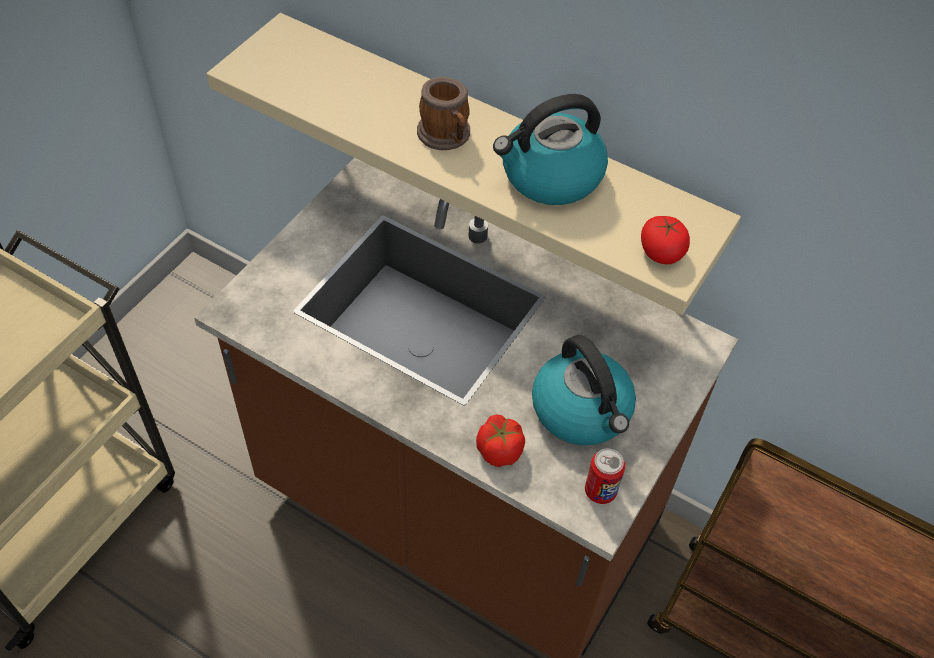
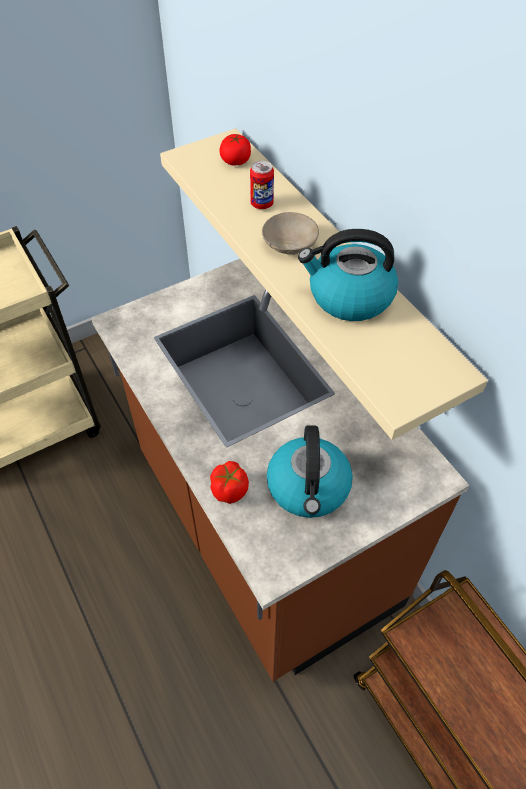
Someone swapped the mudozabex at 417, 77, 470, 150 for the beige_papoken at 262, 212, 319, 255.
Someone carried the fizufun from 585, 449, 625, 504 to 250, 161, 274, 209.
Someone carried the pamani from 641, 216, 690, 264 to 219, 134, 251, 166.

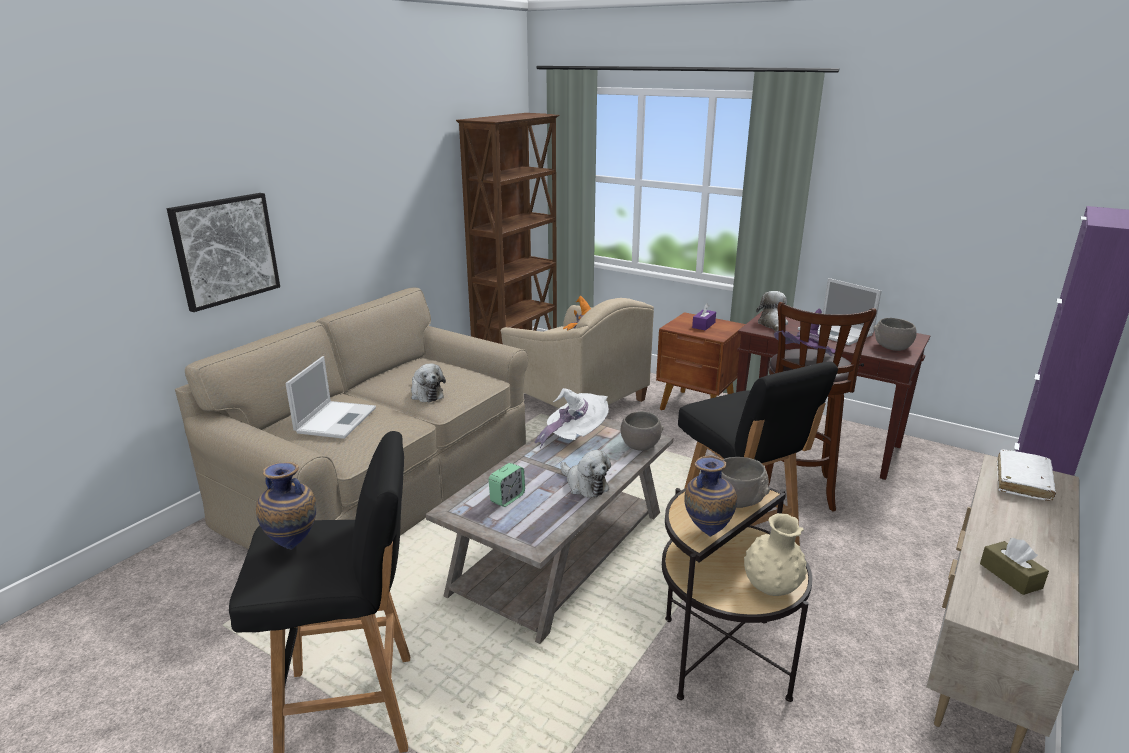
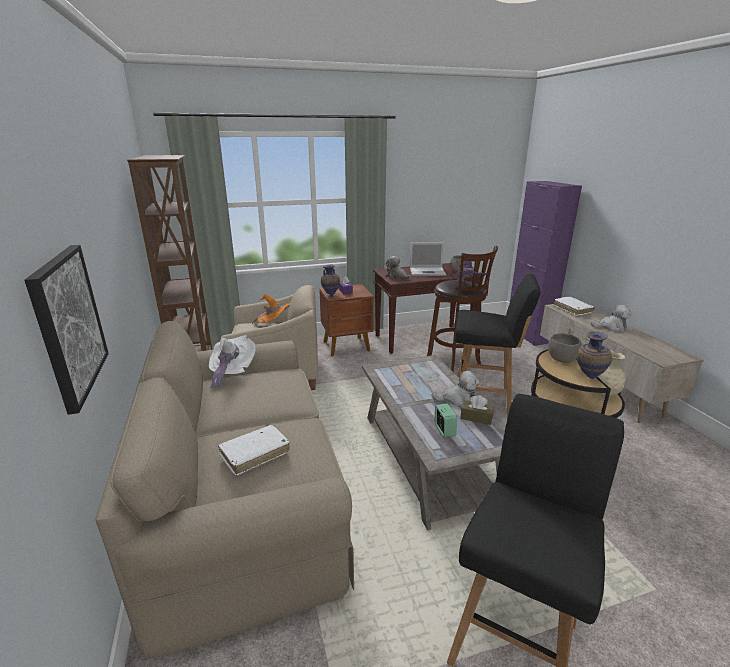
Someone carried the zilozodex from 256, 462, 316, 550 to 321, 264, 340, 296.
Someone swapped the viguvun at 285, 356, 376, 439 for the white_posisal at 218, 425, 290, 476.
Someone carried the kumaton from 411, 363, 446, 403 to 591, 305, 632, 332.
Someone carried the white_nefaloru from 535, 388, 609, 448 to 209, 335, 256, 389.
Someone took away the grey_papoken at 621, 411, 664, 451.
Someone carried the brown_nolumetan from 980, 538, 1049, 595 to 460, 395, 494, 425.

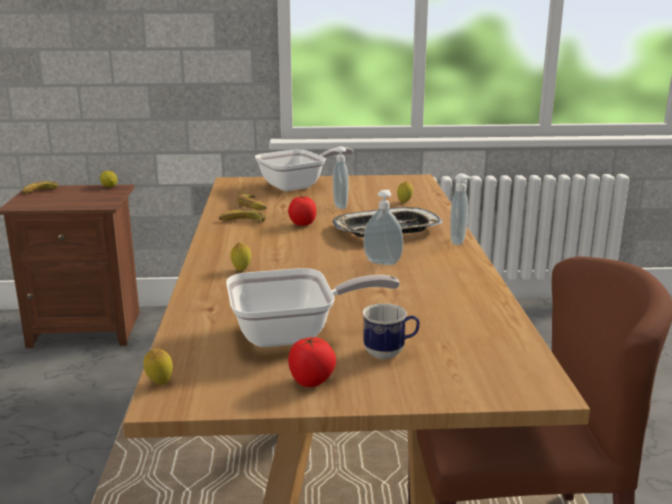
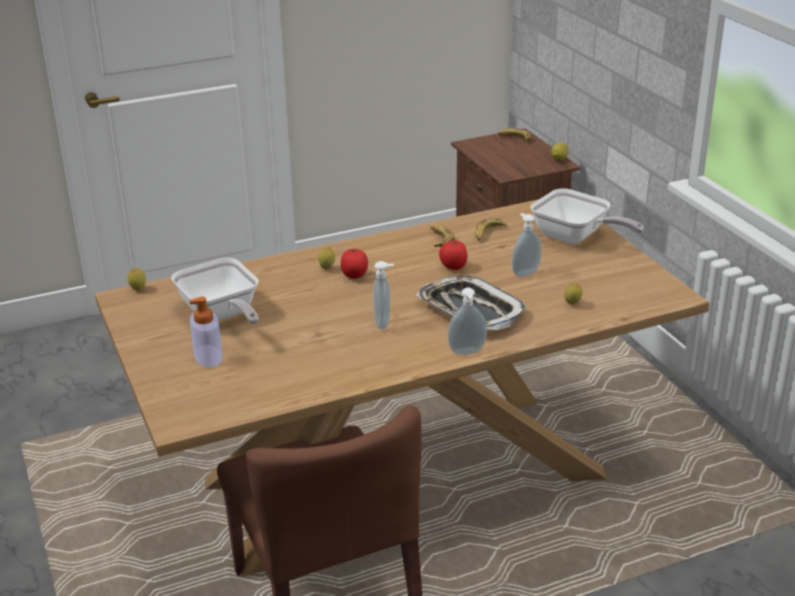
Someone carried the pamani from 288, 336, 336, 387 to 341, 248, 368, 279.
Someone swapped the mudozabex at 363, 303, 420, 359 for the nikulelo at 189, 297, 222, 368.

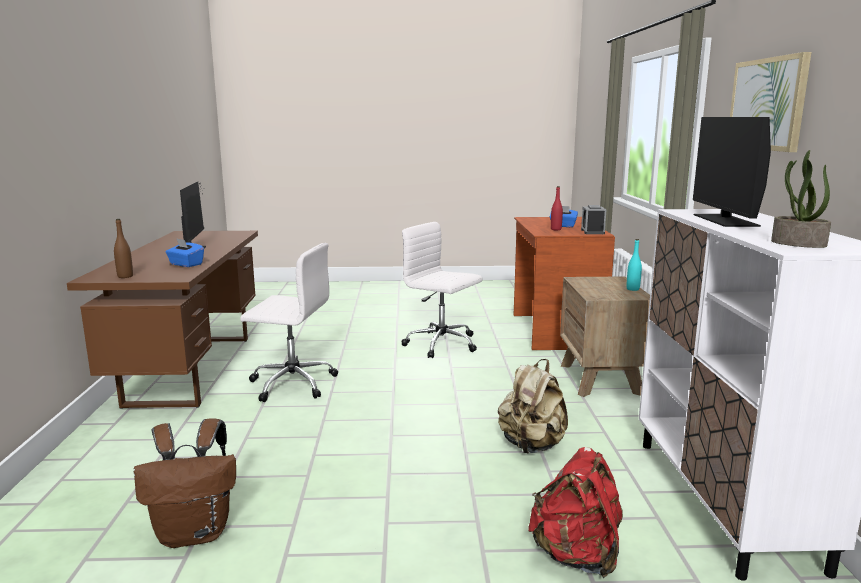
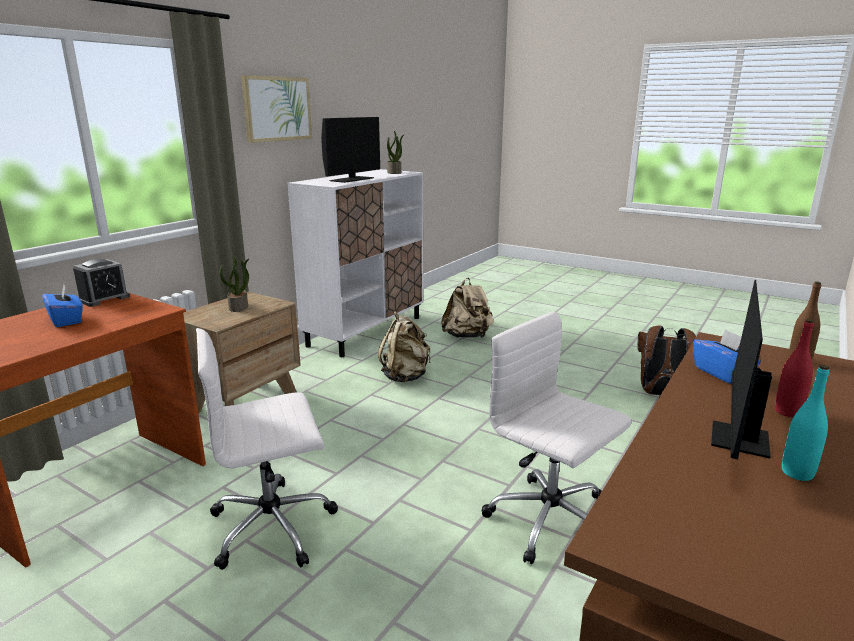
Someone rotated the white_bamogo at 401, 222, 483, 358 by 90 degrees clockwise.
Someone repainted the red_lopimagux at 528, 447, 623, 578, which became the beige_lopimagux at 441, 277, 494, 338.
Someone carried the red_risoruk from 551, 186, 563, 230 to 775, 319, 814, 417.
Someone carried the turquoise_risoruk from 626, 239, 642, 291 to 782, 364, 830, 481.
Someone put down the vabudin at 220, 255, 249, 312.

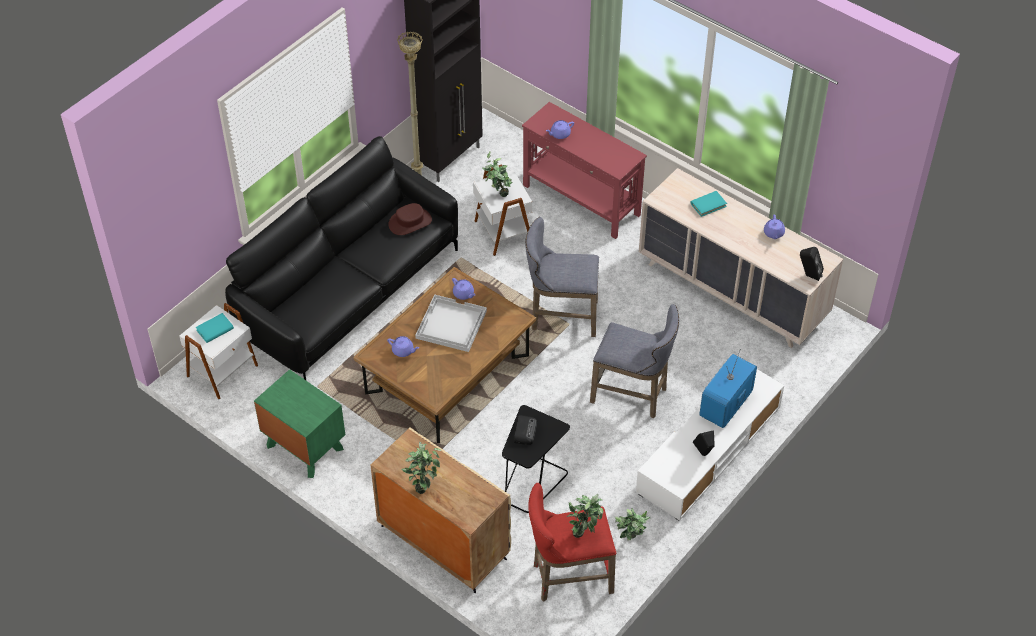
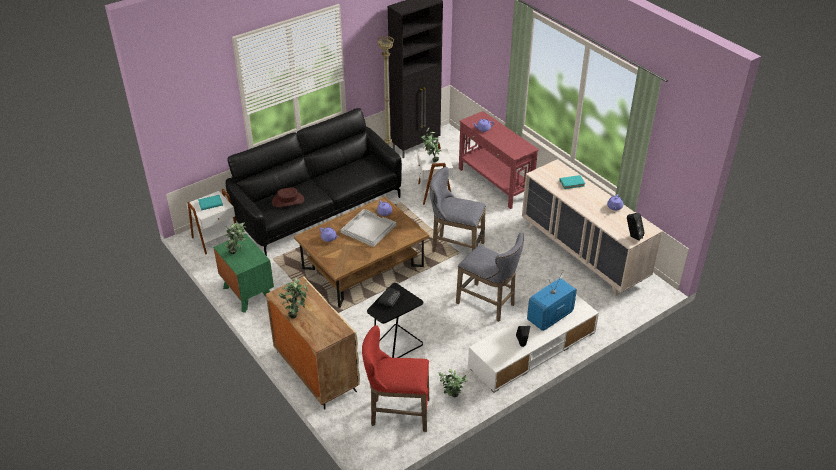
Someone carried the brown_nefaloru from 388, 203, 432, 235 to 272, 188, 304, 207.
Someone carried the vabudin from 567, 494, 603, 538 to 224, 222, 246, 254.

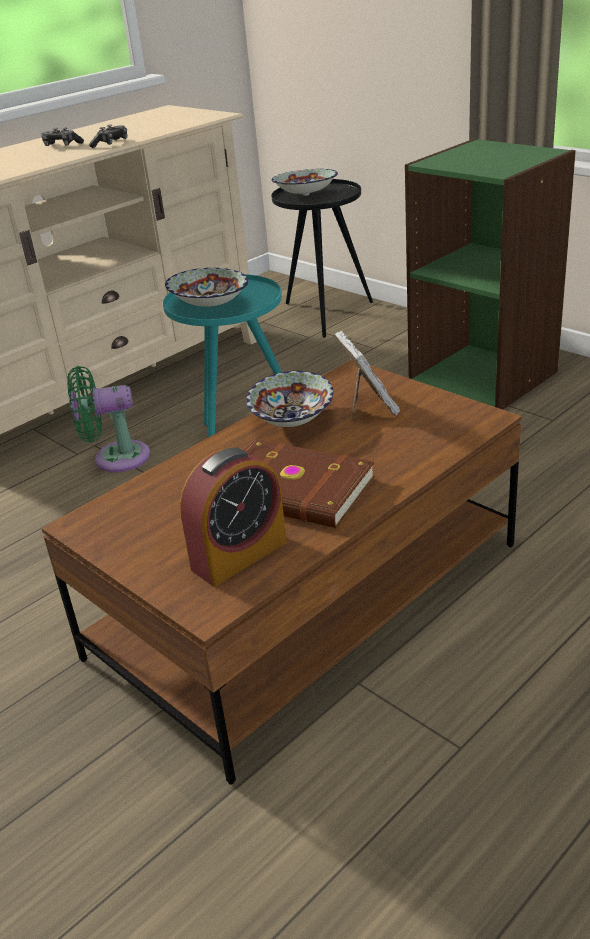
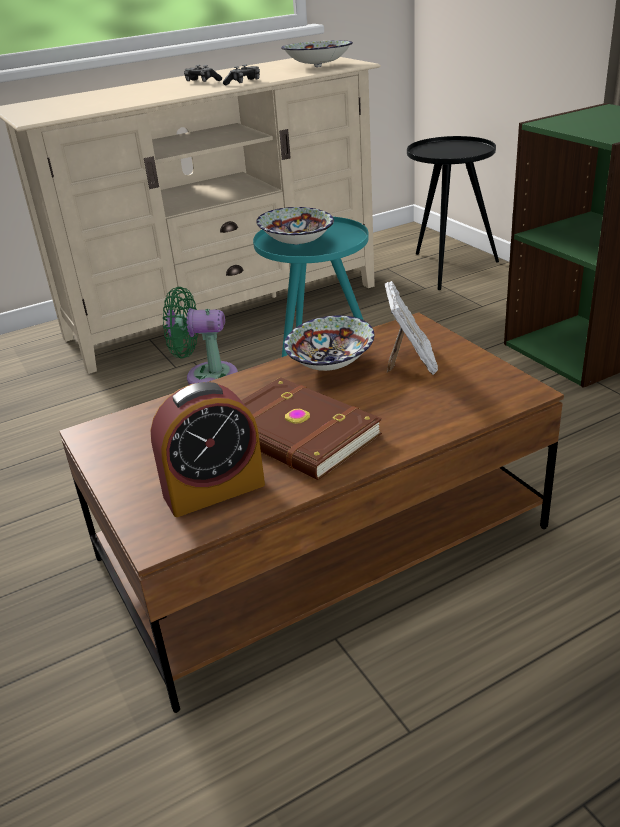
Someone carried the papoken from 272, 169, 338, 196 to 281, 40, 353, 67.

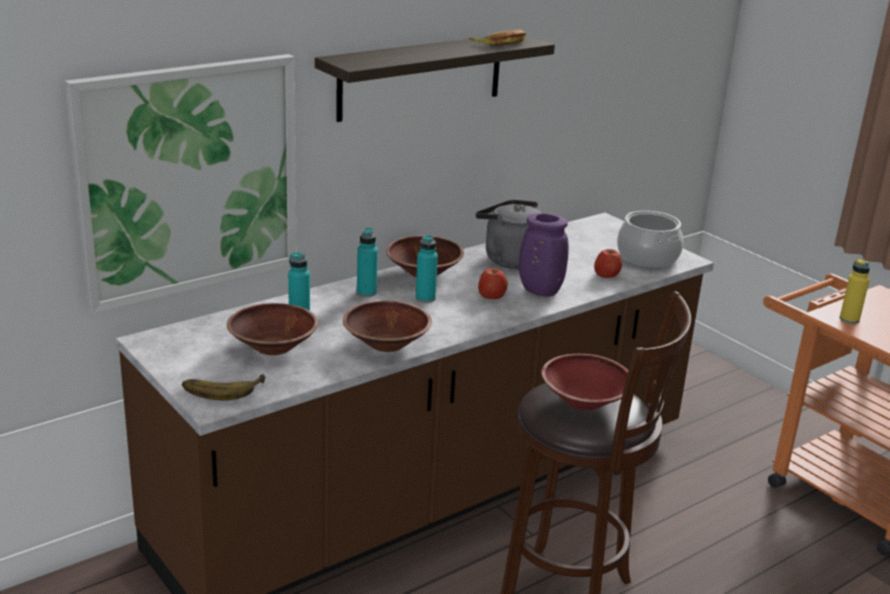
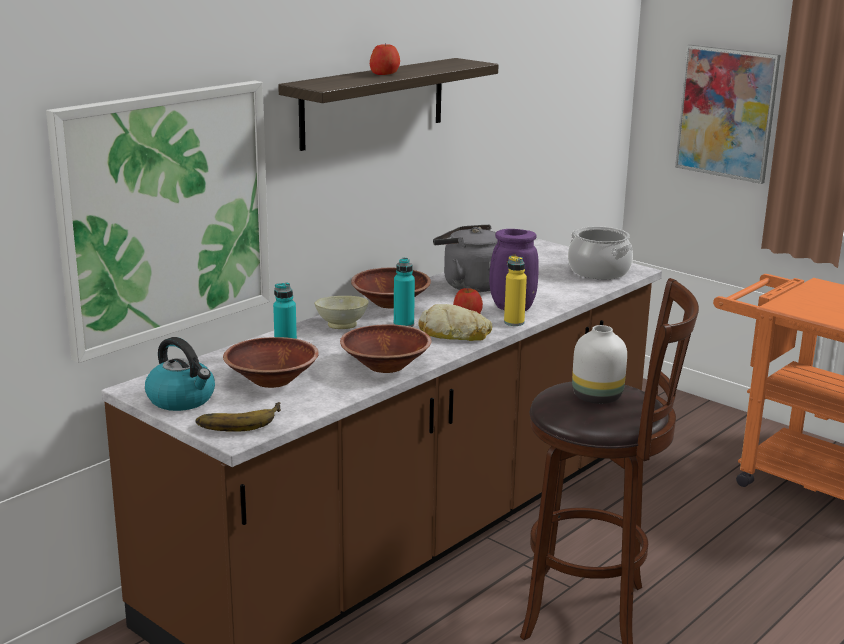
Someone swapped the turquoise_risoruk at 357, 228, 378, 297 for the beige_papoken at 314, 296, 369, 329.
Someone took away the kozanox at 469, 29, 526, 46.
Someone swapped the red_papoken at 541, 354, 628, 410 for the white_zilozodex at 572, 325, 627, 404.
Someone carried the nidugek from 594, 249, 622, 278 to 370, 43, 400, 75.
Someone carried the yellow_risoruk from 840, 258, 870, 324 to 504, 256, 527, 326.
Someone put down the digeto at 145, 337, 215, 411.
Someone put down the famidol at 419, 304, 492, 341.
Someone put up the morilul at 675, 45, 780, 184.

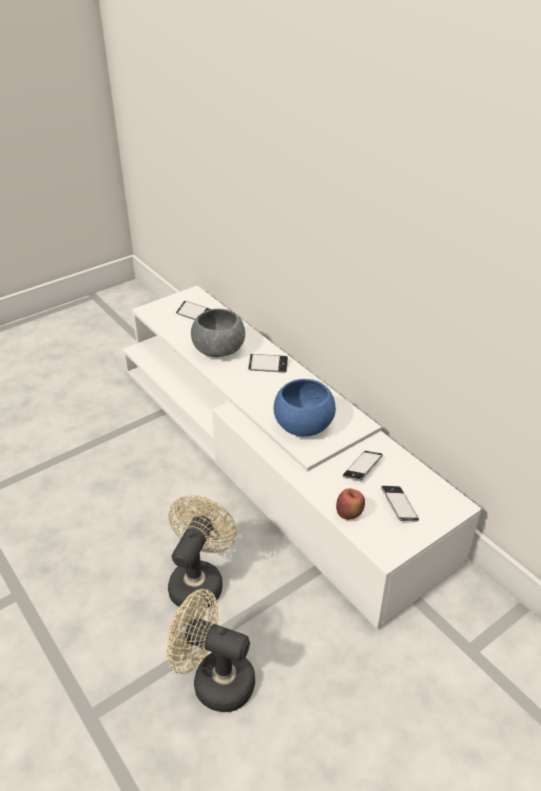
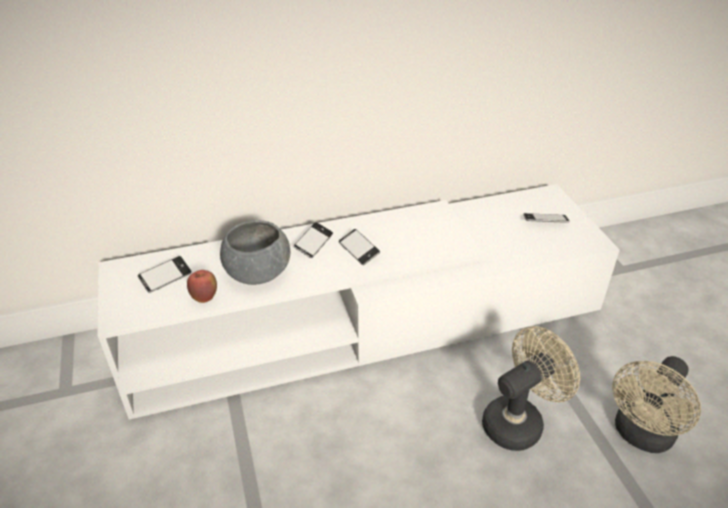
Someone rotated the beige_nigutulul at 168, 495, 237, 609 by 105 degrees clockwise.
Someone took away the blue_papoken at 274, 379, 336, 437.
Someone carried the nidugek from 336, 488, 365, 520 to 187, 270, 217, 303.
Someone carried the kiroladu from 343, 451, 383, 481 to 339, 229, 380, 265.

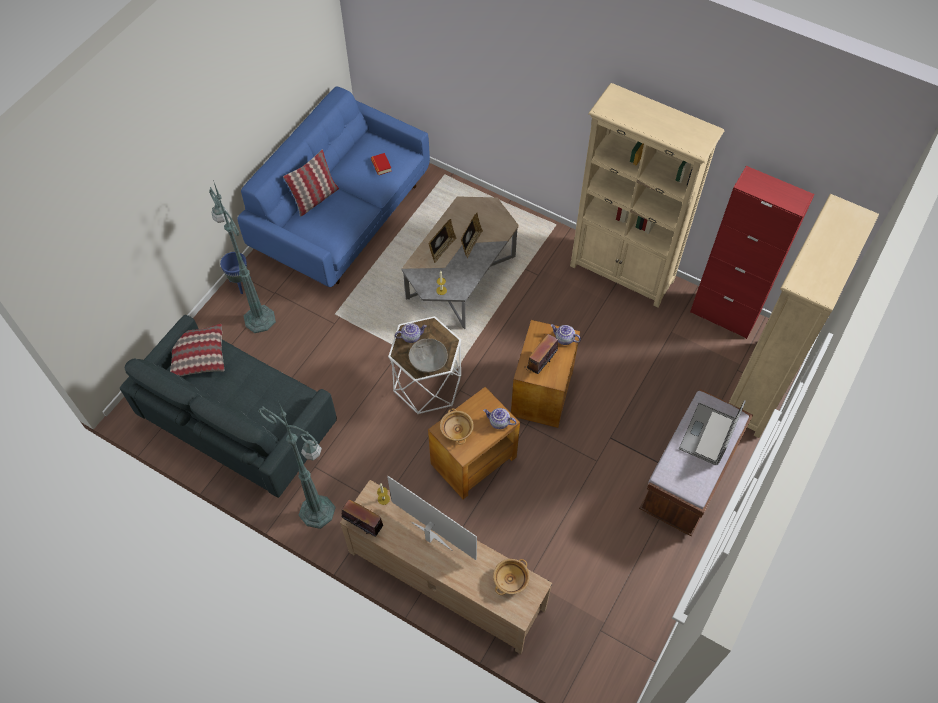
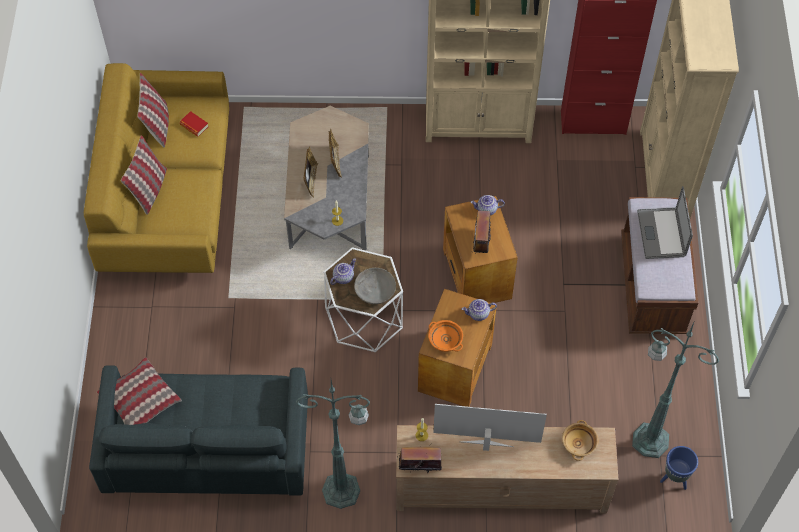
Someone carried the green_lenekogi from 209, 180, 276, 333 to 632, 320, 719, 458.
Someone carried the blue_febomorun from 220, 252, 247, 294 to 660, 446, 698, 490.
Someone repainted the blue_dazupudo at 237, 86, 430, 287, which became the yellow_dazupudo at 84, 63, 229, 273.
Someone repainted the beige_papoken at 440, 409, 474, 445, which became the orange_papoken at 428, 320, 463, 352.
Someone put down the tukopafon at 137, 73, 169, 147.

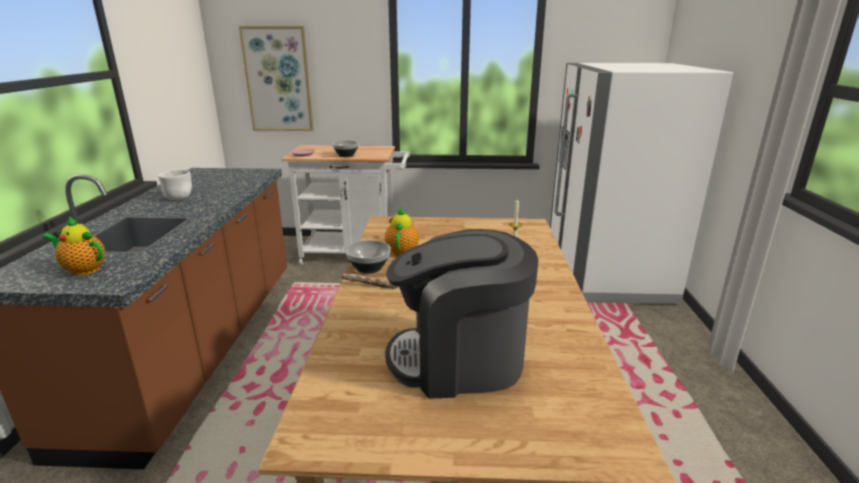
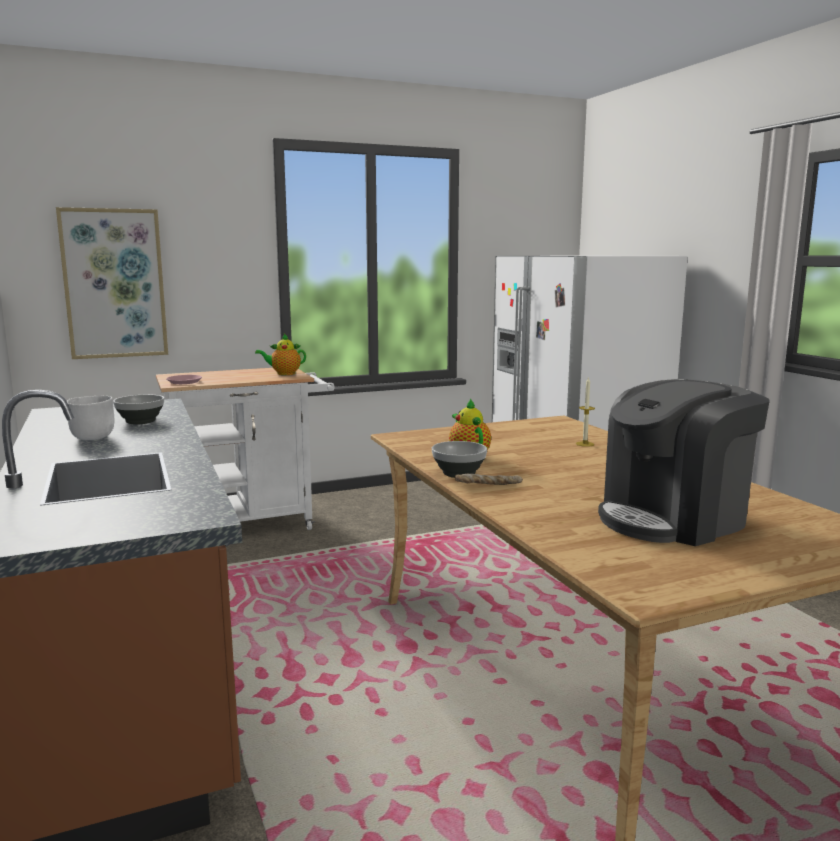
Someone carried the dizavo from 42, 216, 105, 276 to 255, 334, 306, 375.
Someone carried the papoken from 332, 140, 359, 157 to 113, 395, 164, 424.

